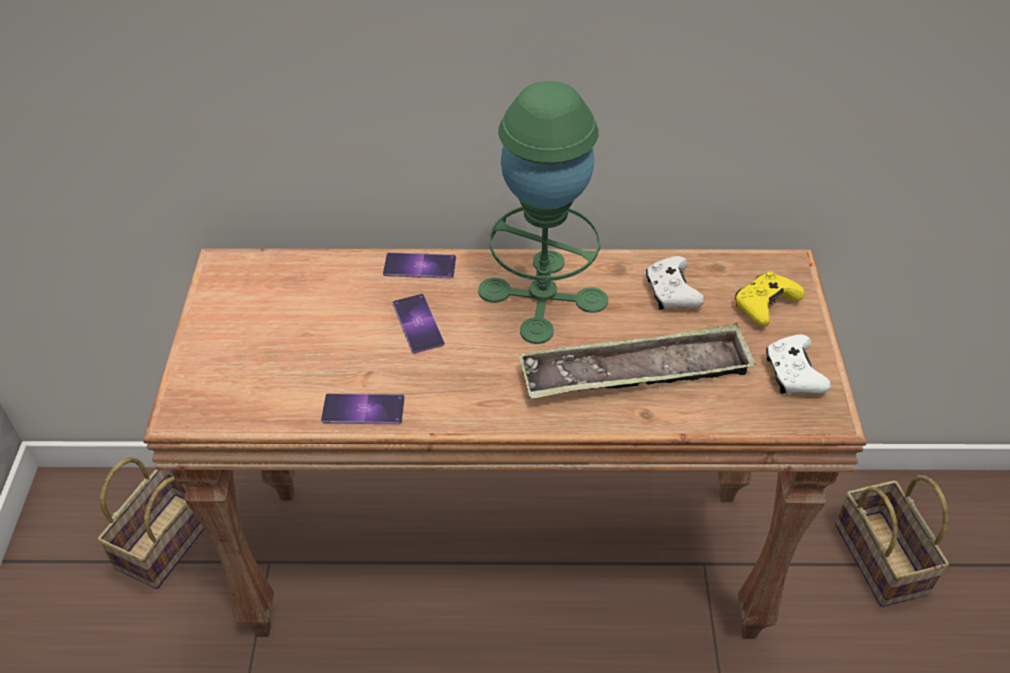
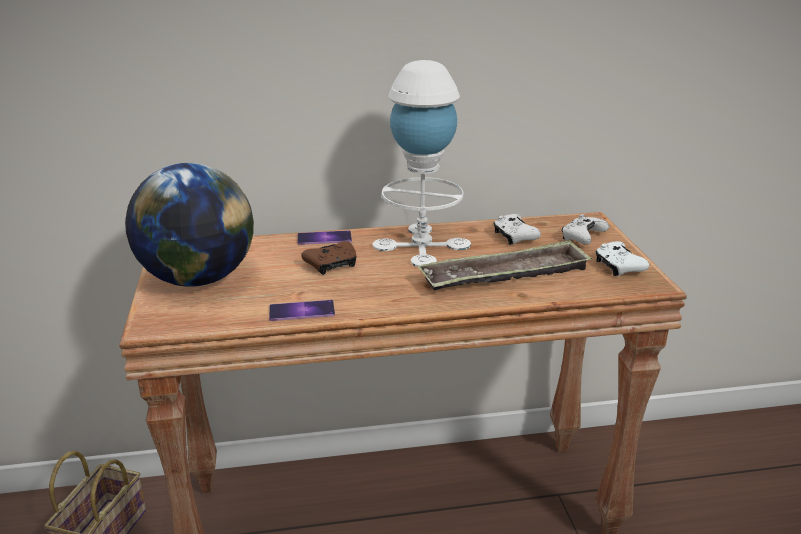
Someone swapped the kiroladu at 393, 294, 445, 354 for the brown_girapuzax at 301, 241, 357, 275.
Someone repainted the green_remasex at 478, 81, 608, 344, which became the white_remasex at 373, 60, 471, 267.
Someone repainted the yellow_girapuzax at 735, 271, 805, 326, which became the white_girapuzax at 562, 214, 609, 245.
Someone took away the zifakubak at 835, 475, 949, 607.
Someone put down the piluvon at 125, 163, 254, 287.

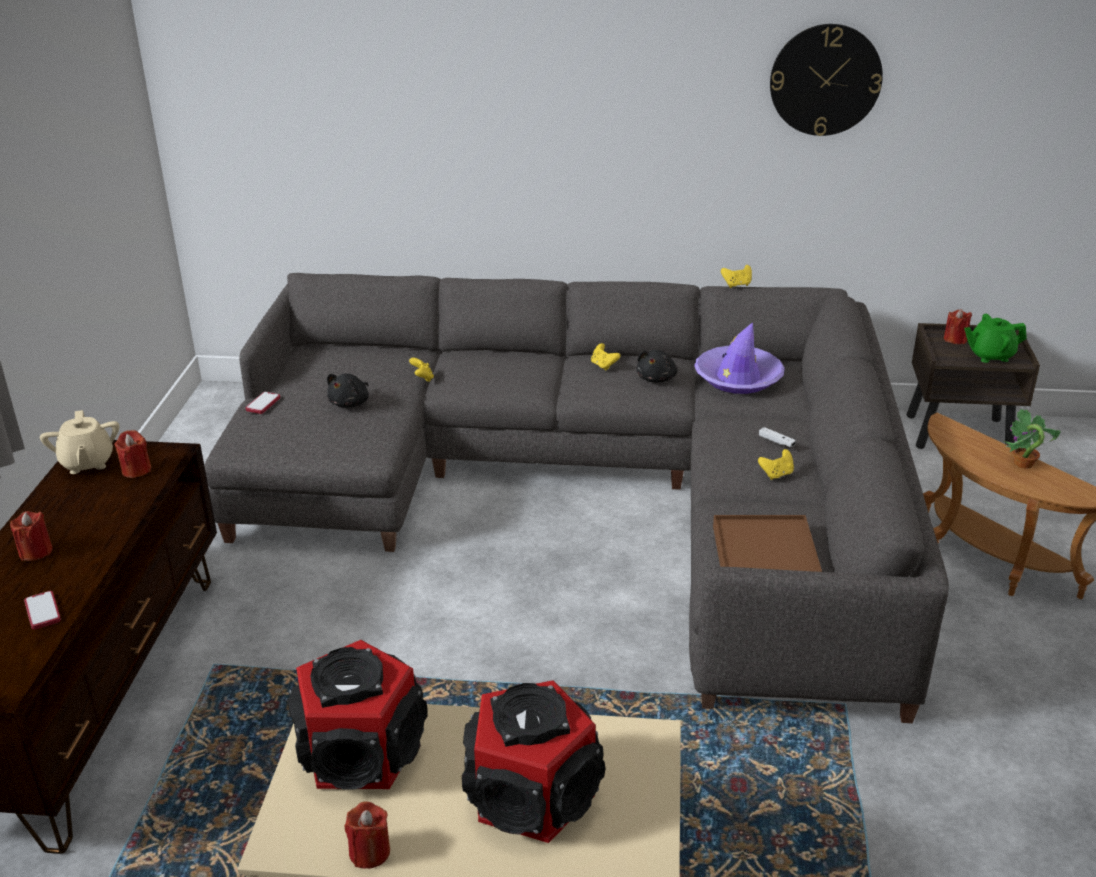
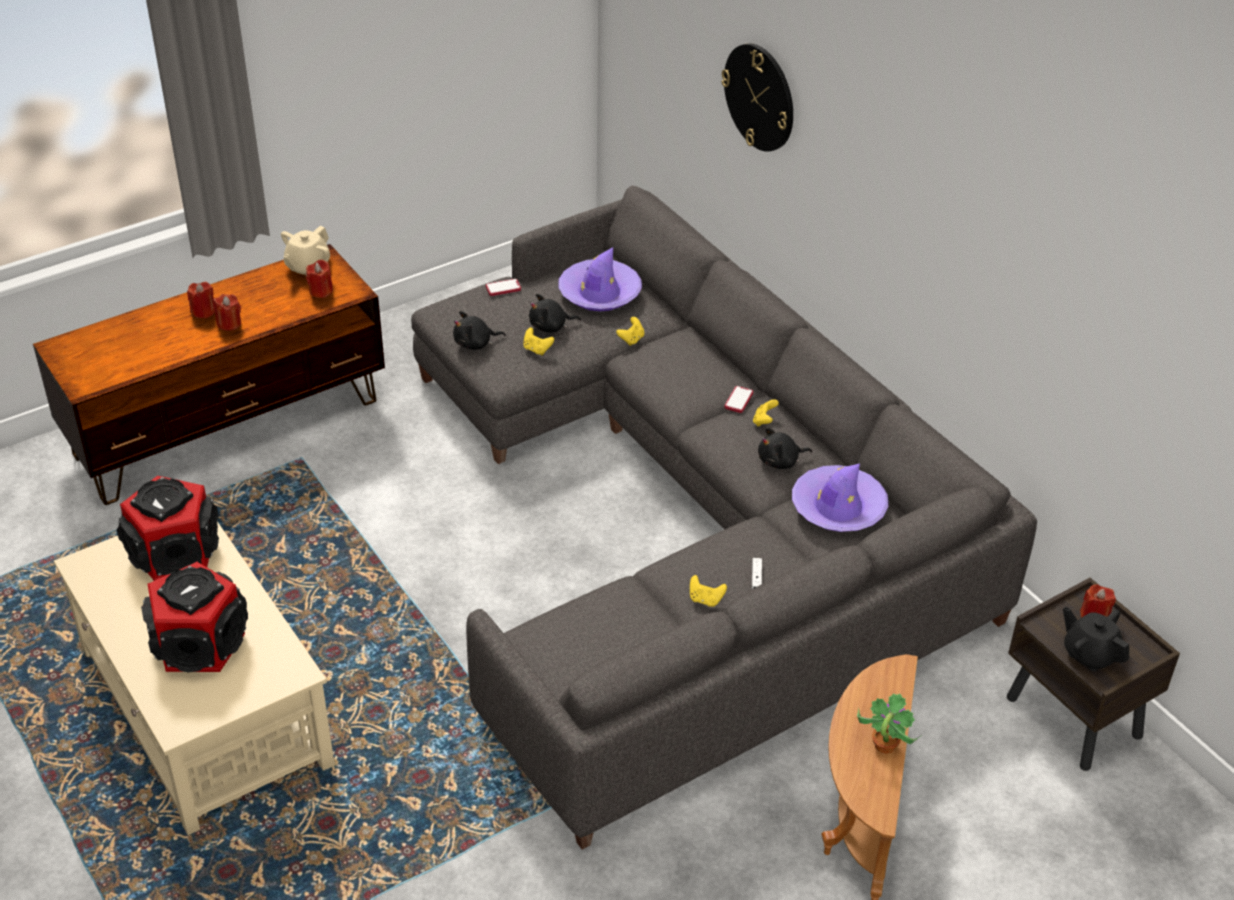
Someone carried the kiroladu from 24, 591, 61, 630 to 724, 386, 753, 413.
Someone carried the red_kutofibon from 345, 802, 390, 869 to 213, 294, 241, 331.
Someone took away the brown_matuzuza at 713, 515, 822, 572.
Someone carried the yellow_girapuzax from 721, 265, 752, 288 to 523, 328, 554, 355.
Someone carried the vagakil from 770, 24, 883, 136 to 721, 43, 793, 152.
Someone repainted the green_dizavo at 964, 314, 1027, 363, which became the black_dizavo at 1063, 606, 1129, 671.
Someone put down the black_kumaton at 453, 311, 506, 350.
Someone put down the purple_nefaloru at 558, 247, 642, 311.

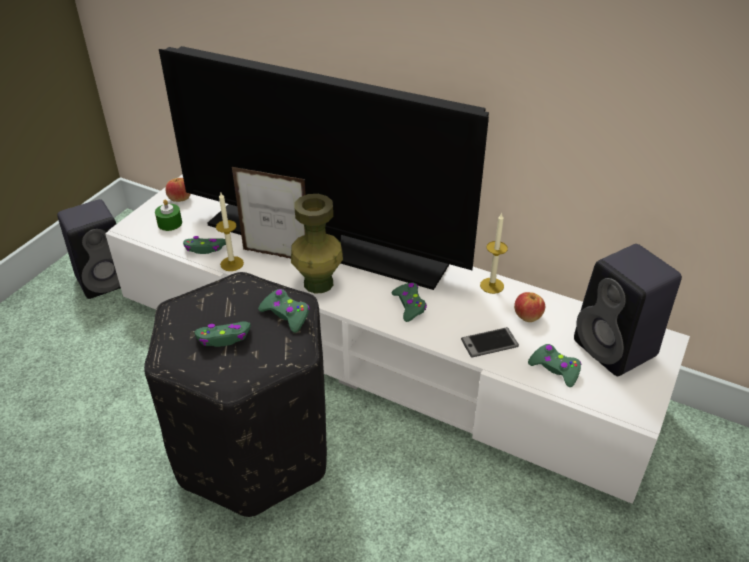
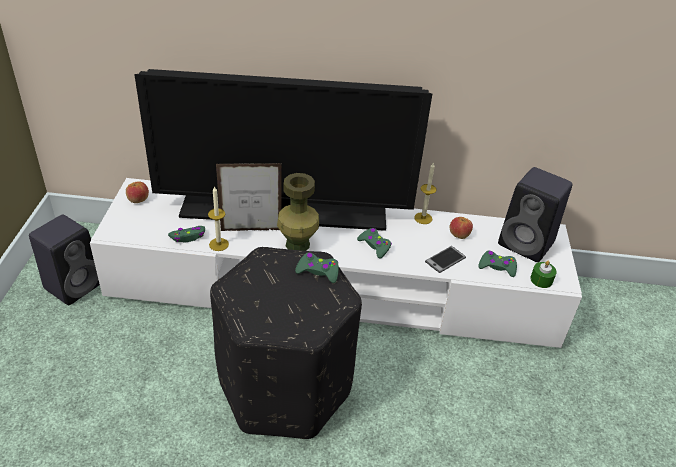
Someone carried the green_kutofibon from 155, 200, 182, 231 to 530, 261, 557, 288.
Someone took away the green_girapuzax at 194, 321, 251, 347.

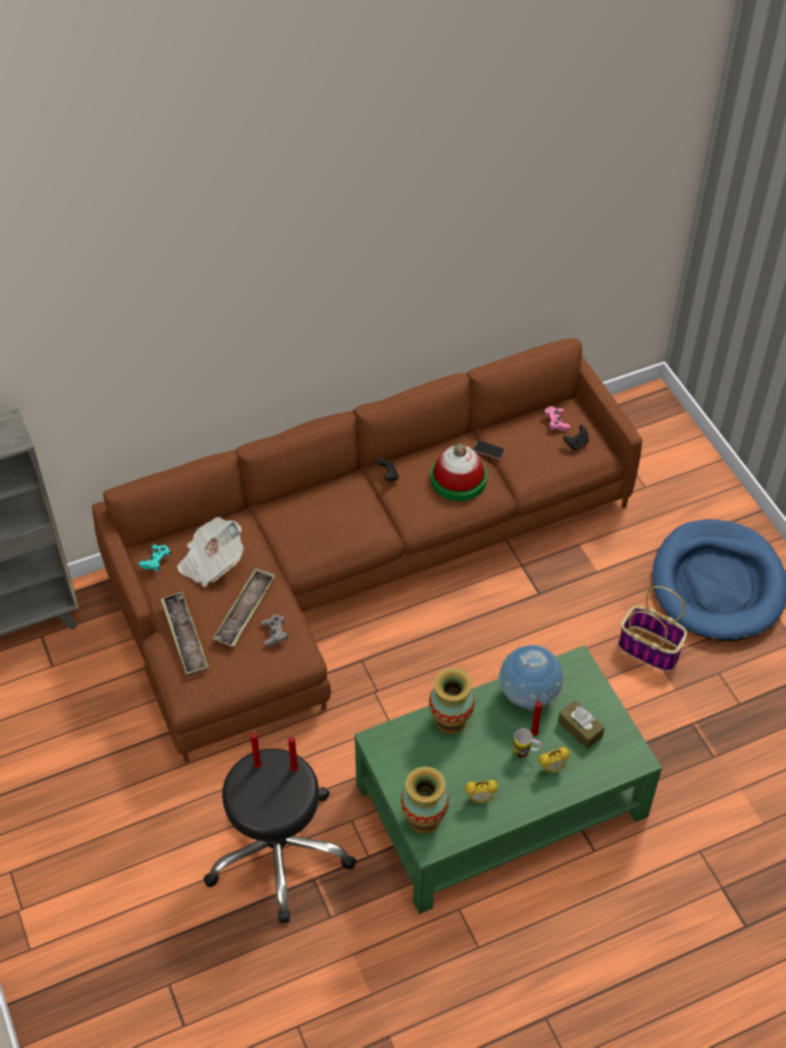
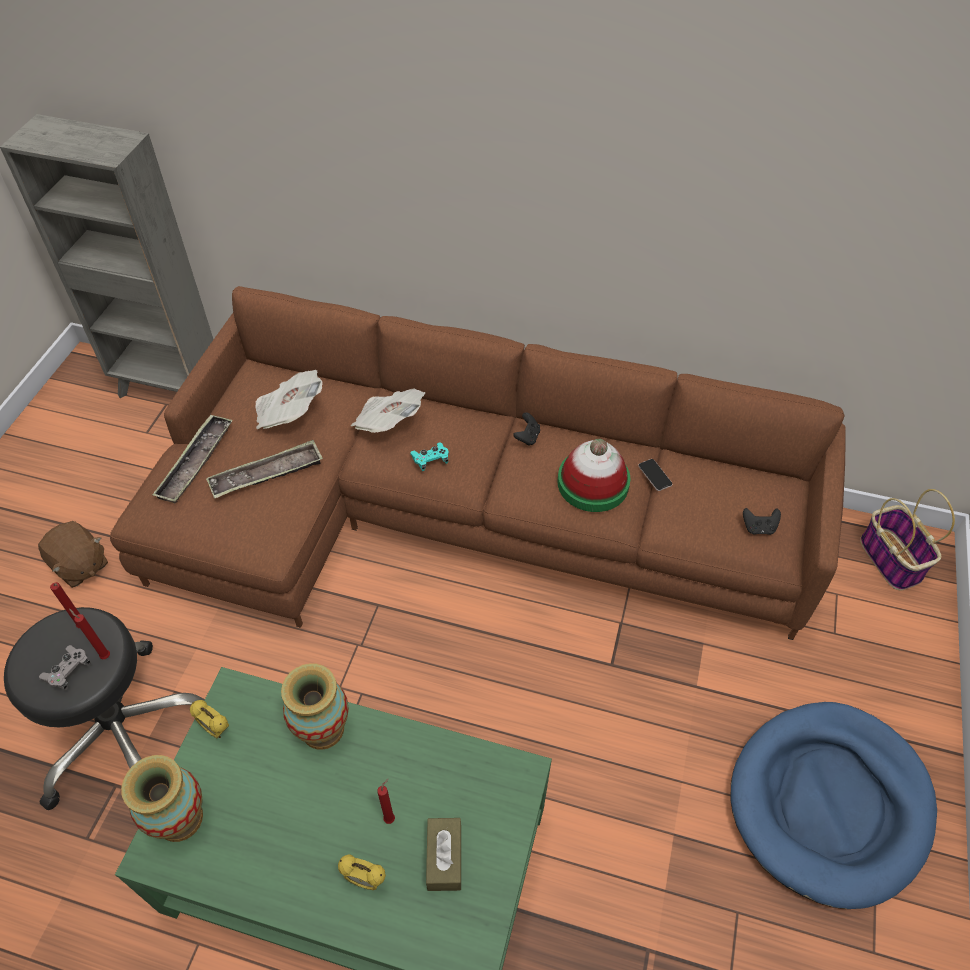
Someone carried the turquoise_girapuzax from 139, 545, 171, 571 to 410, 442, 449, 471.
Someone carried the grey_girapuzax from 261, 615, 288, 647 to 39, 645, 91, 691.
Someone carried the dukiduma from 465, 780, 498, 803 to 190, 700, 229, 738.
Someone took away the piluvon at 498, 644, 563, 711.
Someone took away the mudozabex at 514, 728, 541, 758.
Someone took away the pink_girapuzax at 543, 406, 570, 431.
Someone carried the zifakubak from 618, 586, 687, 671 to 860, 489, 955, 591.
Someone put down the brown_kumaton at 38, 521, 108, 588.
Someone put down the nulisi at 351, 388, 425, 433.

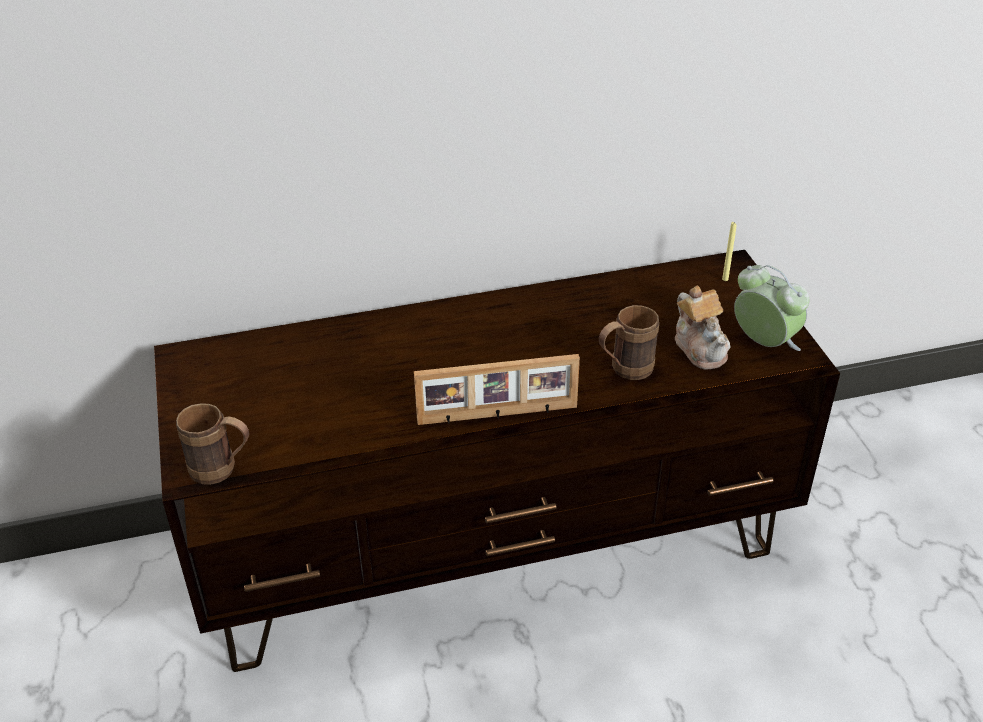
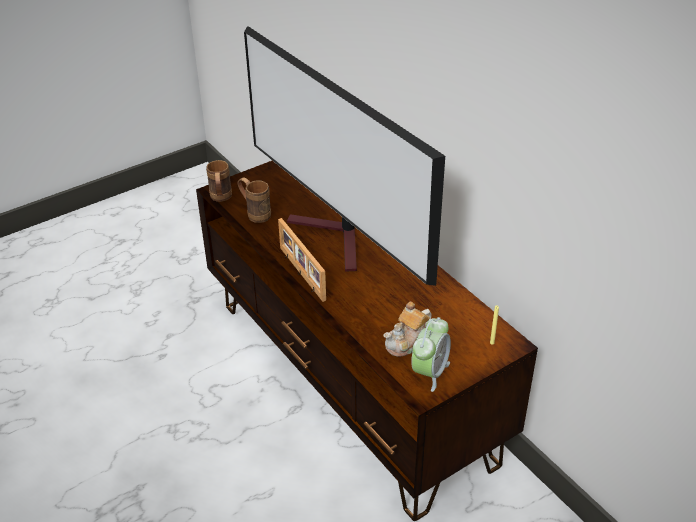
Someone carried the brown_mudozabex from 599, 305, 659, 380 to 238, 178, 271, 223.
Someone put down the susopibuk at 244, 26, 445, 286.

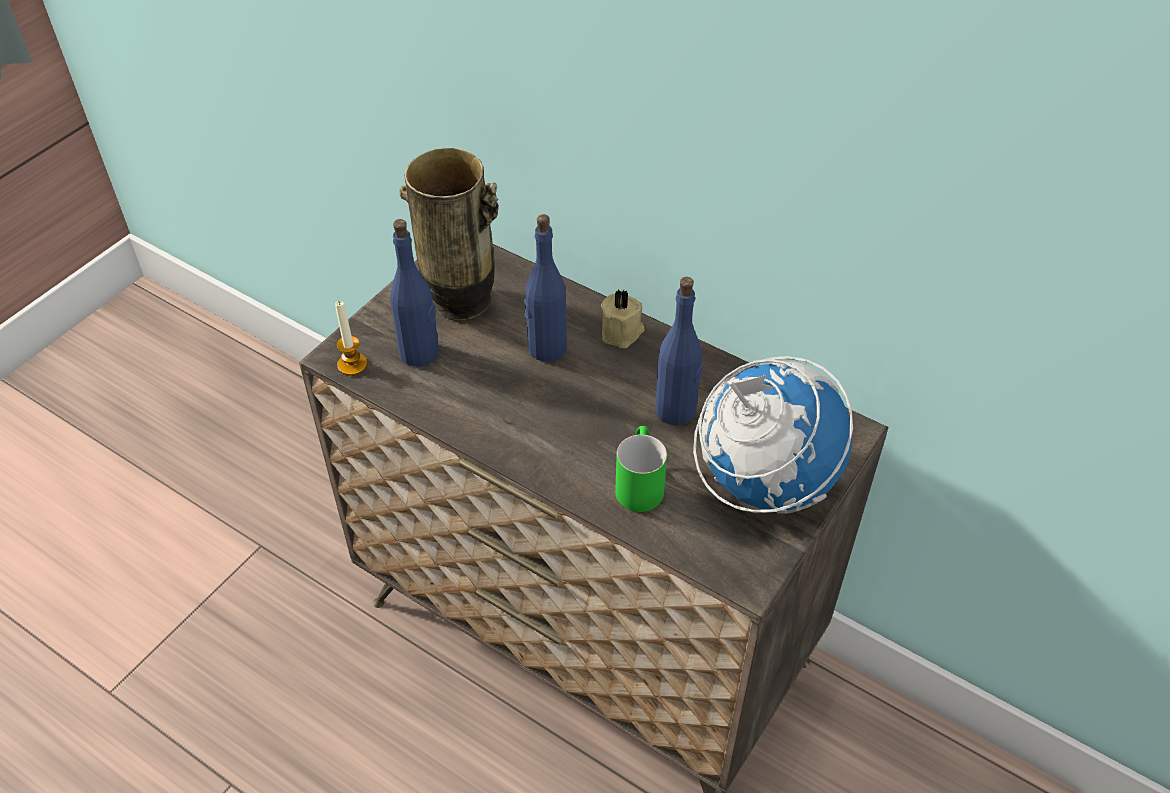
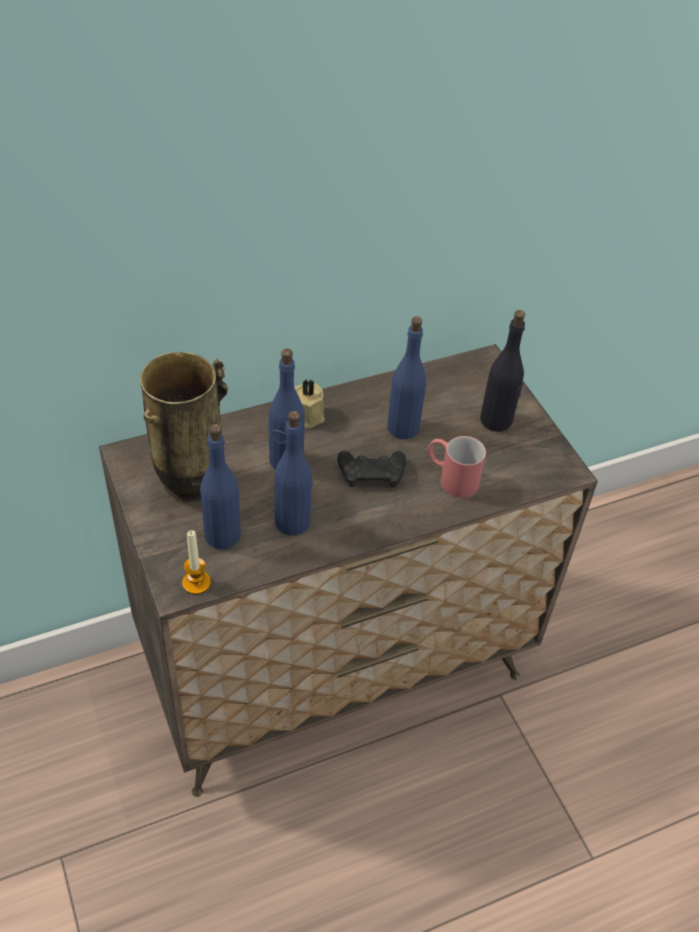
Someone repainted the green_mudozabex at 615, 426, 667, 512, which became the red_mudozabex at 427, 436, 486, 498.
Someone swapped the piluvon at 693, 356, 853, 514 for the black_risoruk at 480, 310, 525, 432.
Someone put down the blue_risoruk at 275, 411, 313, 535.
Someone put down the black_girapuzax at 337, 450, 406, 488.

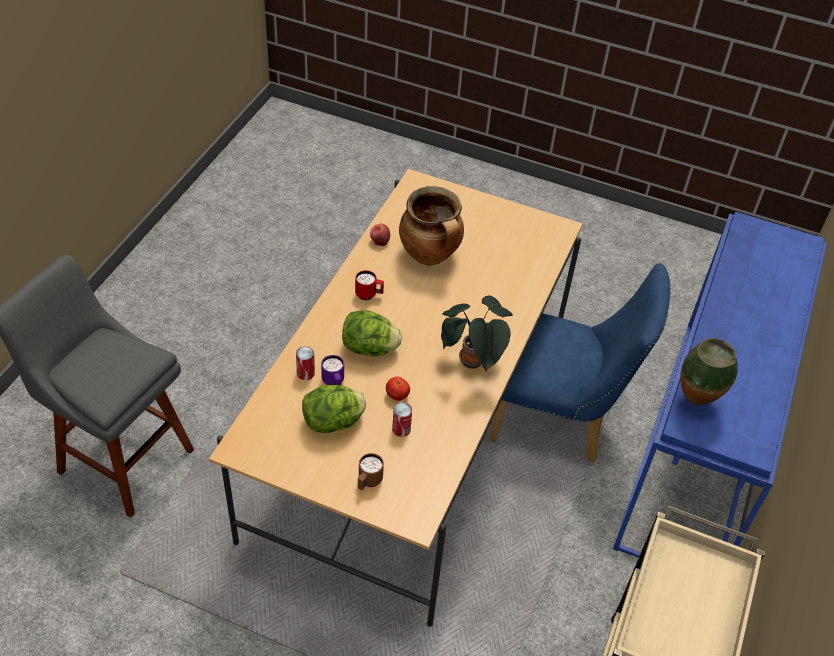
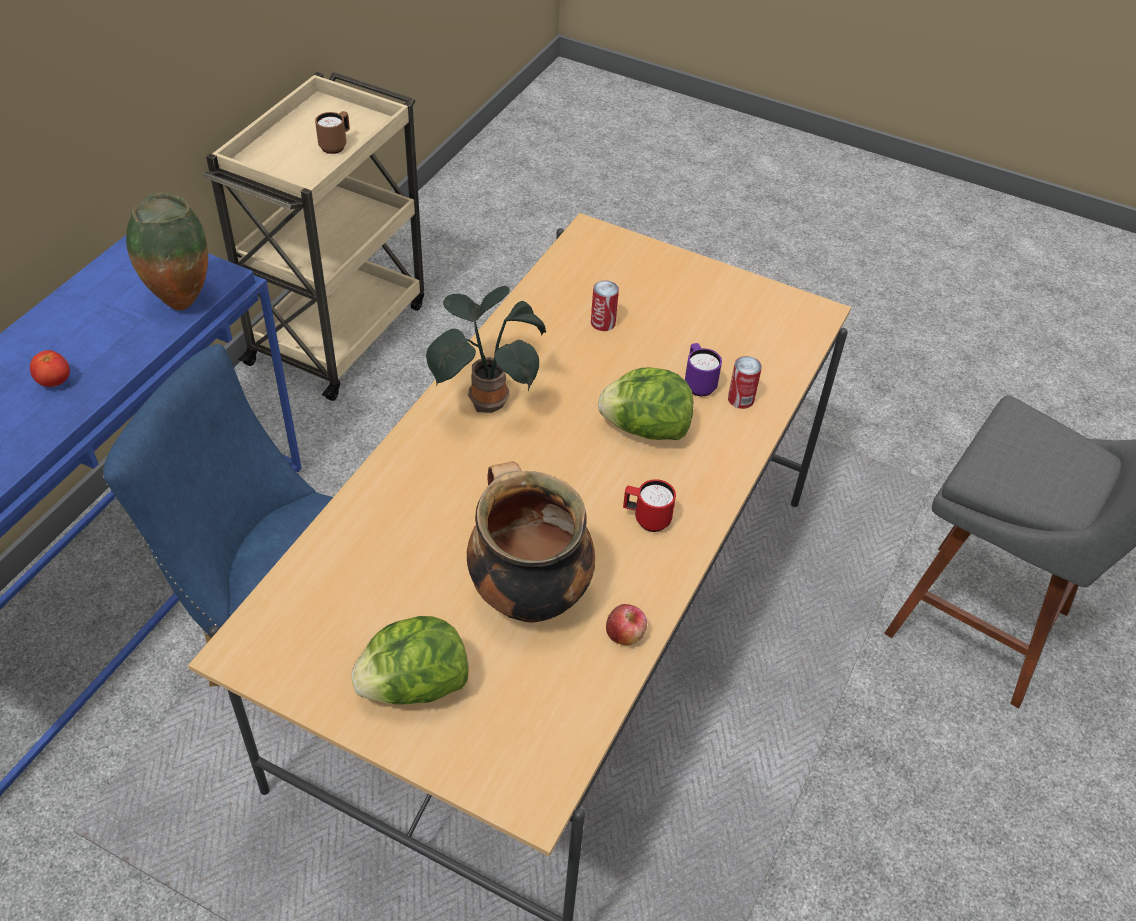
Someone carried the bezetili from 302, 385, 366, 433 to 352, 616, 469, 705.
Someone carried the brown_mudozabex from 358, 453, 384, 490 to 315, 111, 350, 154.
Someone carried the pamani from 386, 377, 410, 401 to 30, 350, 70, 387.

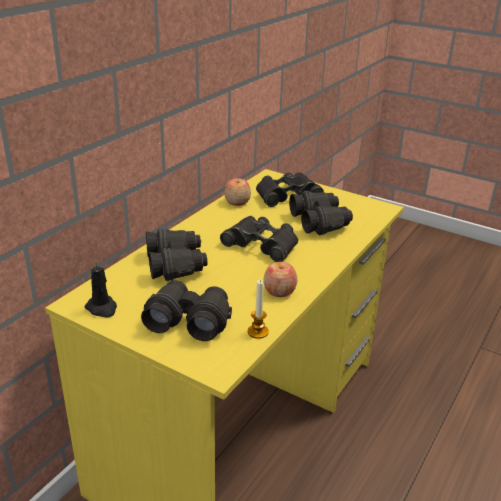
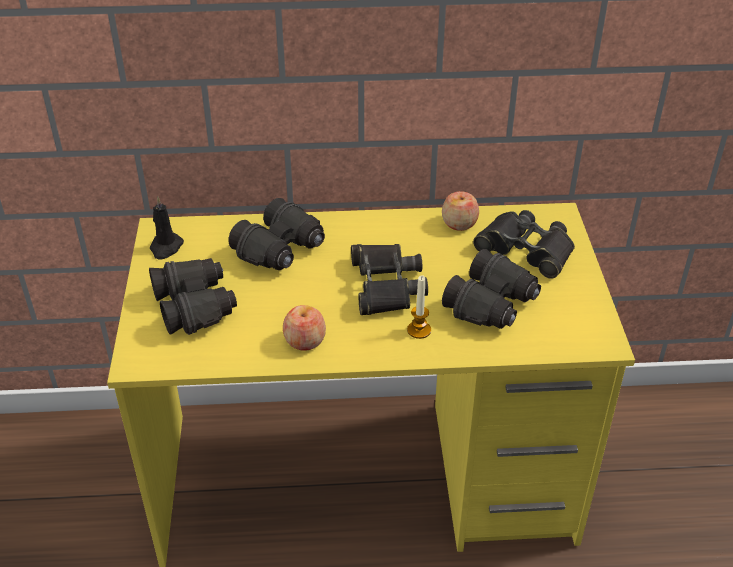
Someone carried the kutofibon from 248, 280, 269, 339 to 407, 275, 431, 339.

